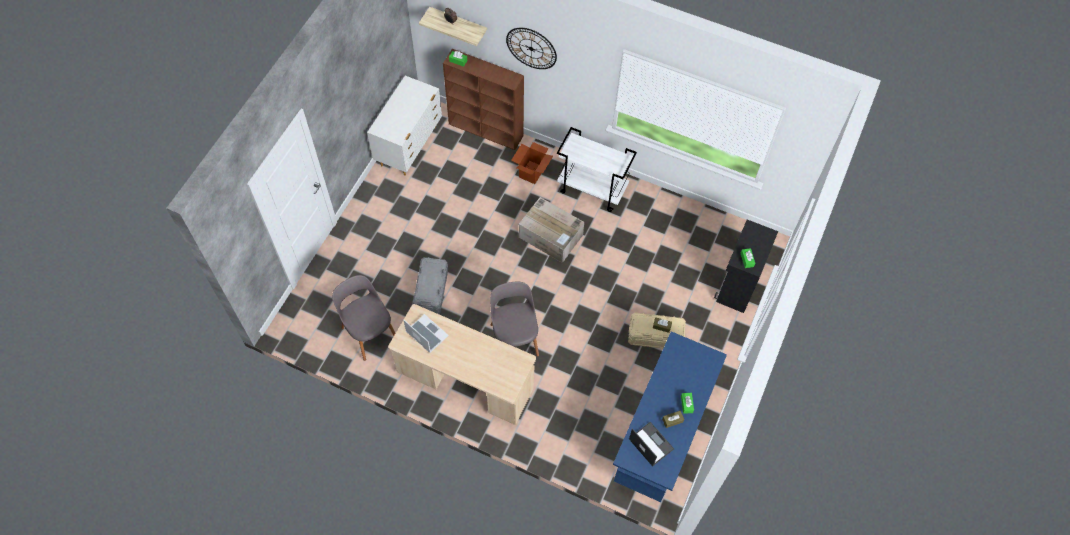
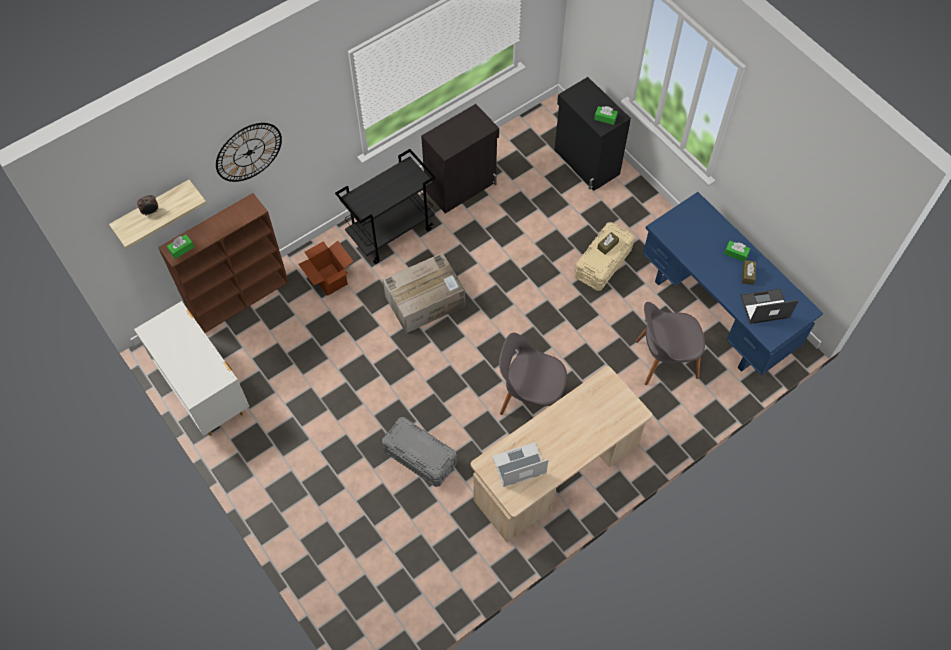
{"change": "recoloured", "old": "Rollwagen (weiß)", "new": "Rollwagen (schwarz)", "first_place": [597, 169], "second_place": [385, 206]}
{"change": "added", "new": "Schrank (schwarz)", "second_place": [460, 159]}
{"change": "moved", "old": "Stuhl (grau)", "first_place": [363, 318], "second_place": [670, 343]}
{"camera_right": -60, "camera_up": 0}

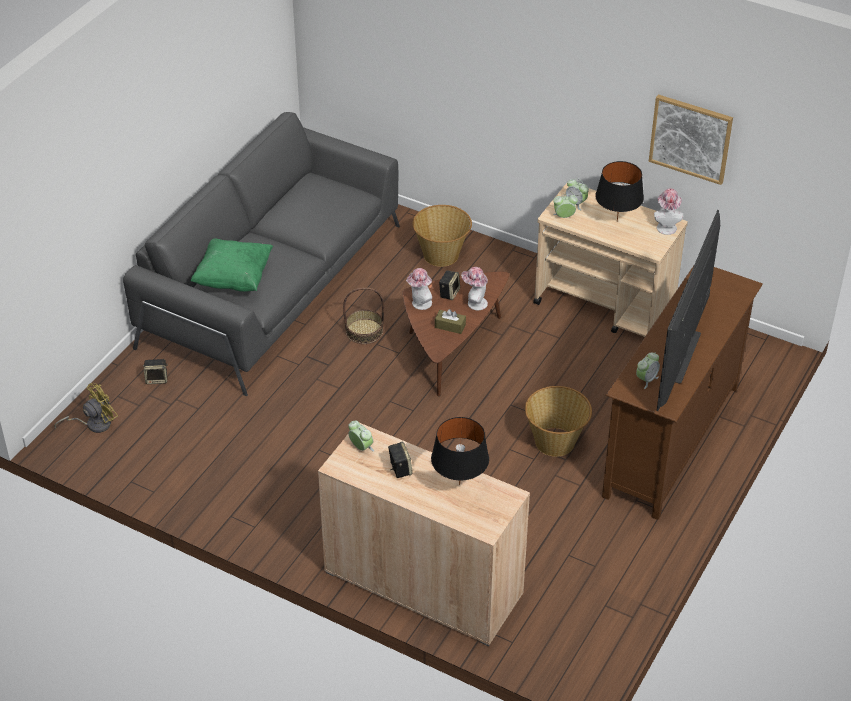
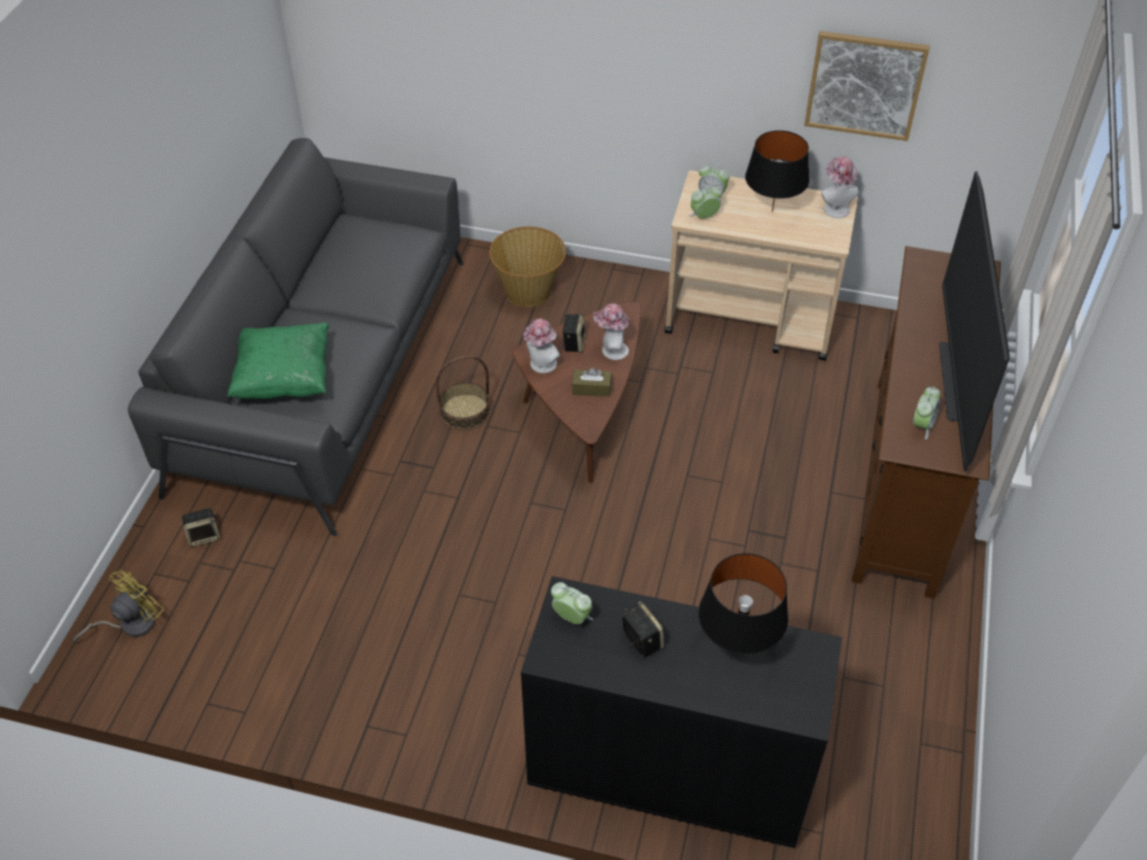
{"change": "recoloured", "old": "Schrank (beige)", "new": "Schrank (schwarz)", "first_place": [424, 534], "second_place": [681, 712]}
{"change": "removed", "old": "Korb", "first_place": [558, 421]}
{"camera_right": -15, "camera_up": 5}

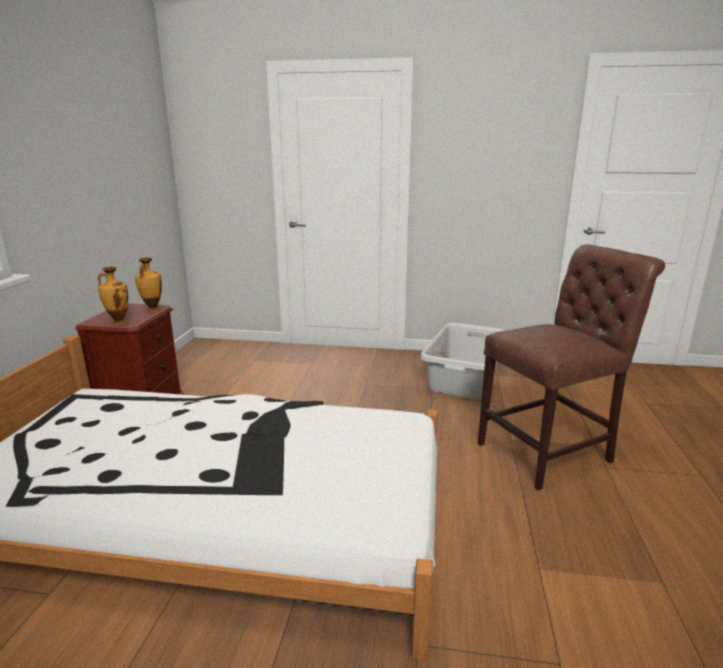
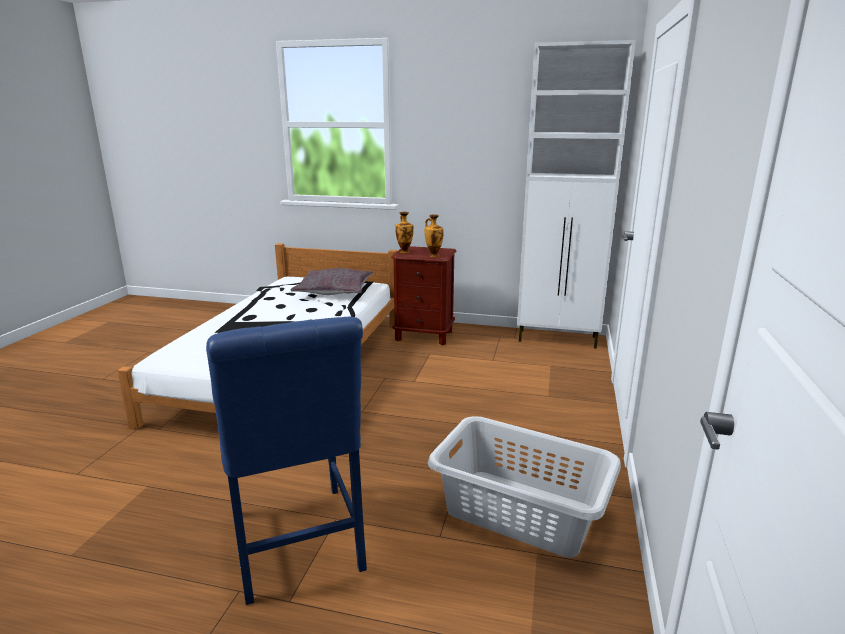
{"change": "recoloured", "old": "Stuhl (braun)", "new": "Stuhl (blau)", "first_place": [571, 367], "second_place": [286, 461]}
{"change": "added", "new": "Kissen (grau)", "second_place": [332, 281]}
{"change": "added", "new": "Schrank (weiß)", "second_place": [576, 194]}
{"camera_right": 95, "camera_up": 0}

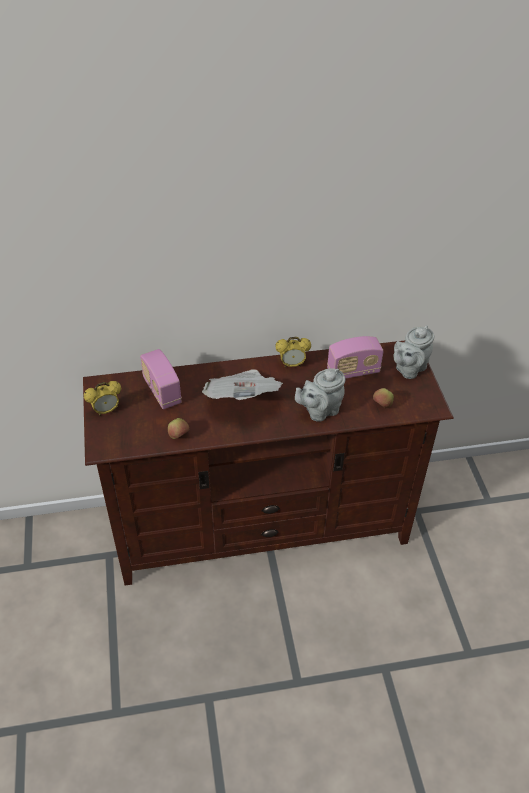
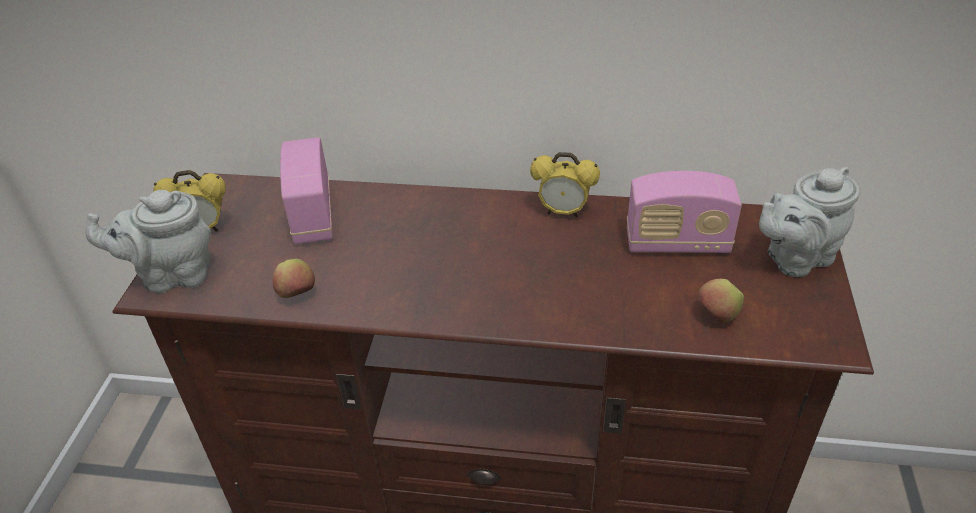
{"change": "moved", "old": "Teekanne (grau)", "first_place": [320, 395], "second_place": [148, 241]}
{"change": "removed", "old": "Zeitung", "first_place": [243, 385]}
{"camera_right": 20, "camera_up": -5}

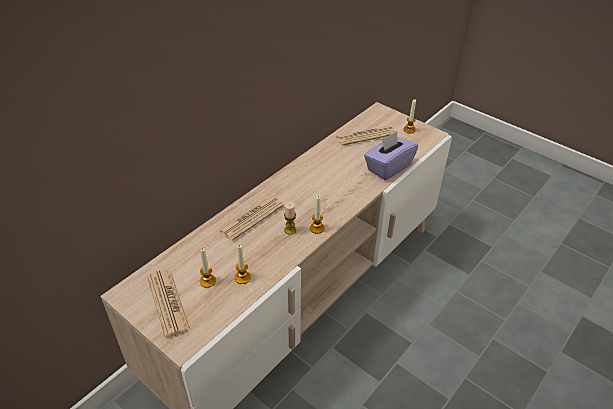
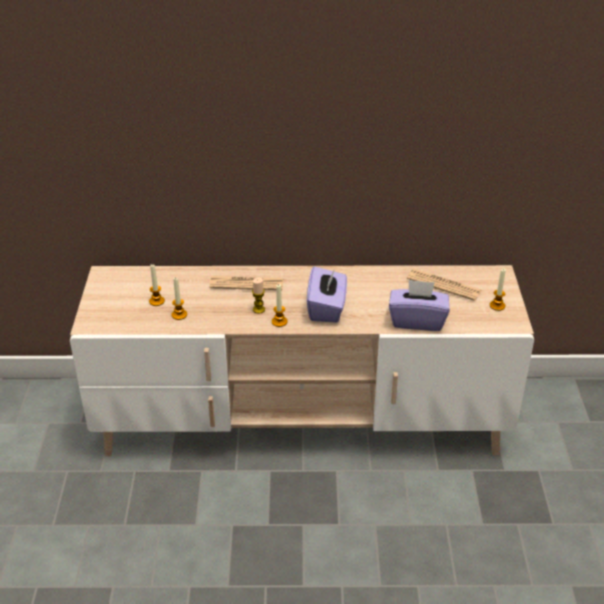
{"change": "added", "new": "Taschentuchbox (lila)", "second_place": [327, 294]}
{"change": "removed", "old": "Zeitung", "first_place": [168, 304]}
{"camera_right": 50, "camera_up": -5}

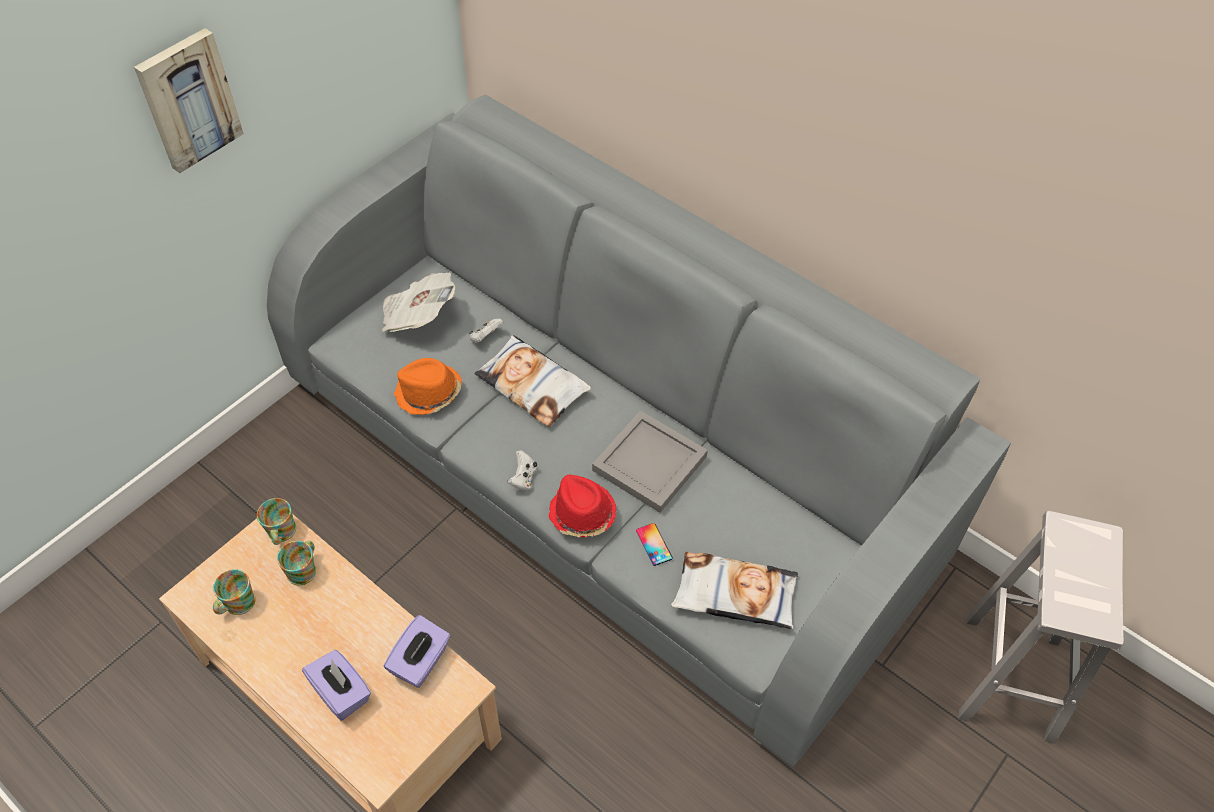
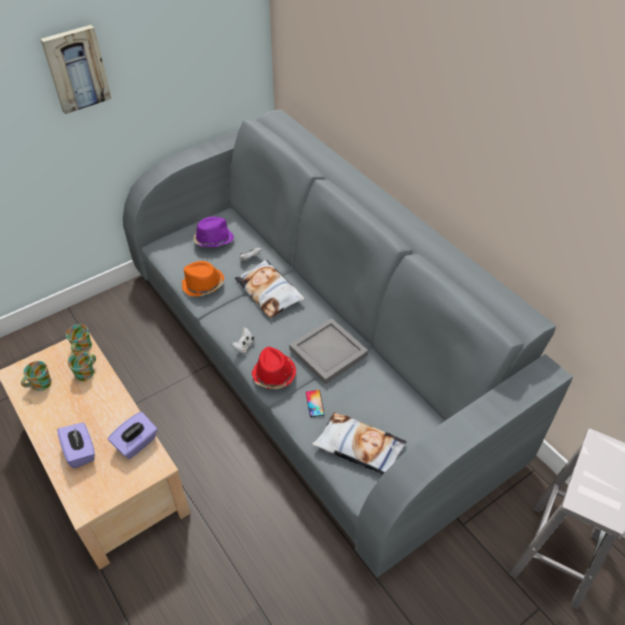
{"change": "replaced", "old": "Zeitung", "new": "Hut (lila)", "first_place": [418, 302], "second_place": [213, 232]}
{"camera_right": 15, "camera_up": -5}

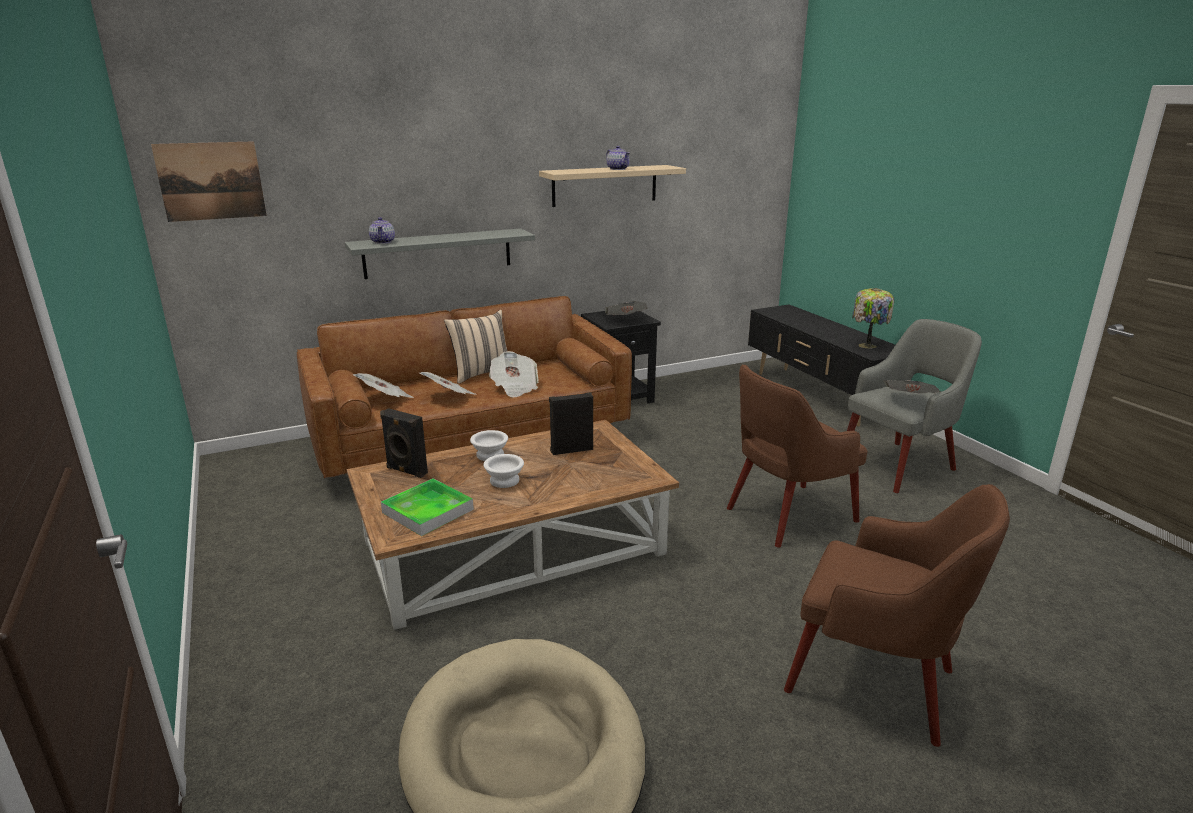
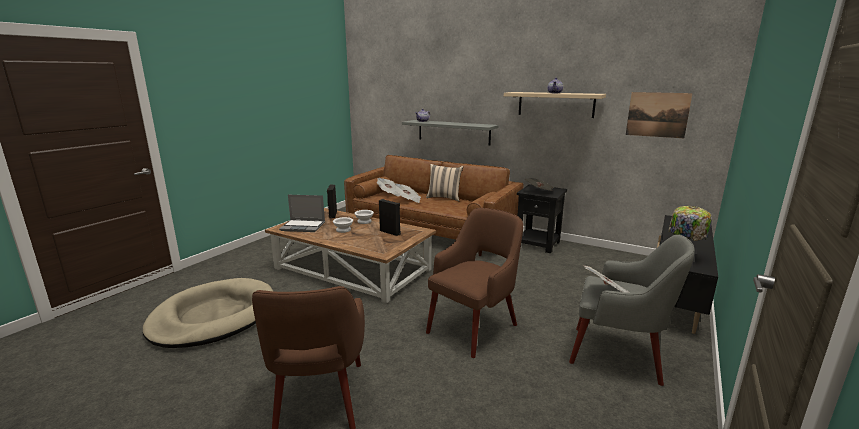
{"change": "replaced", "old": "Tablett", "new": "Laptop", "first_place": [427, 507], "second_place": [302, 213]}
{"change": "turned", "old": "Sessel (braun)", "first_place": [797, 456], "second_place": [474, 283], "degrees": 105}
{"change": "moved", "old": "Bild", "first_place": [209, 181], "second_place": [659, 115]}
{"change": "removed", "old": "Zeitung", "first_place": [513, 374]}
{"camera_right": 55, "camera_up": -5}

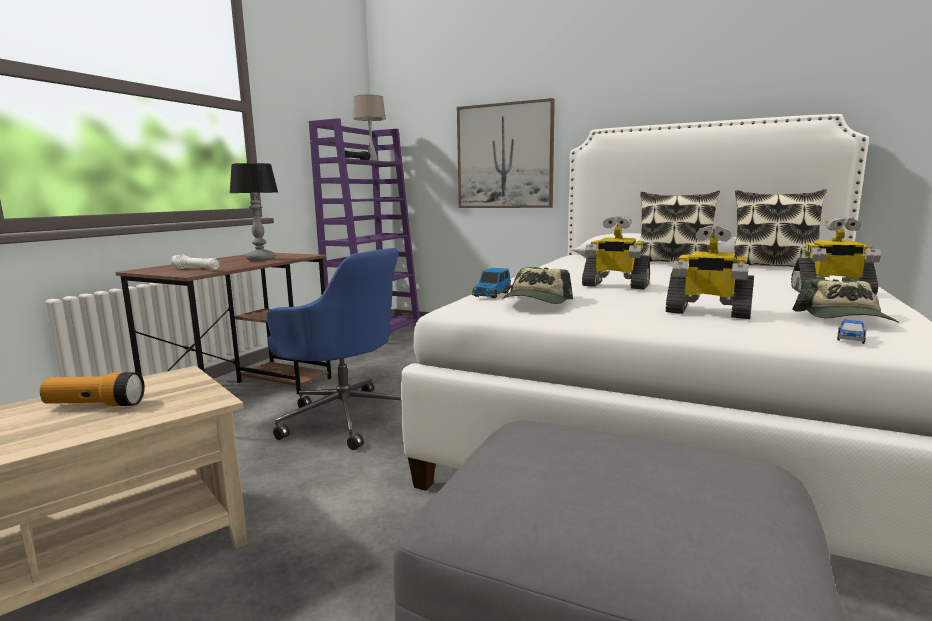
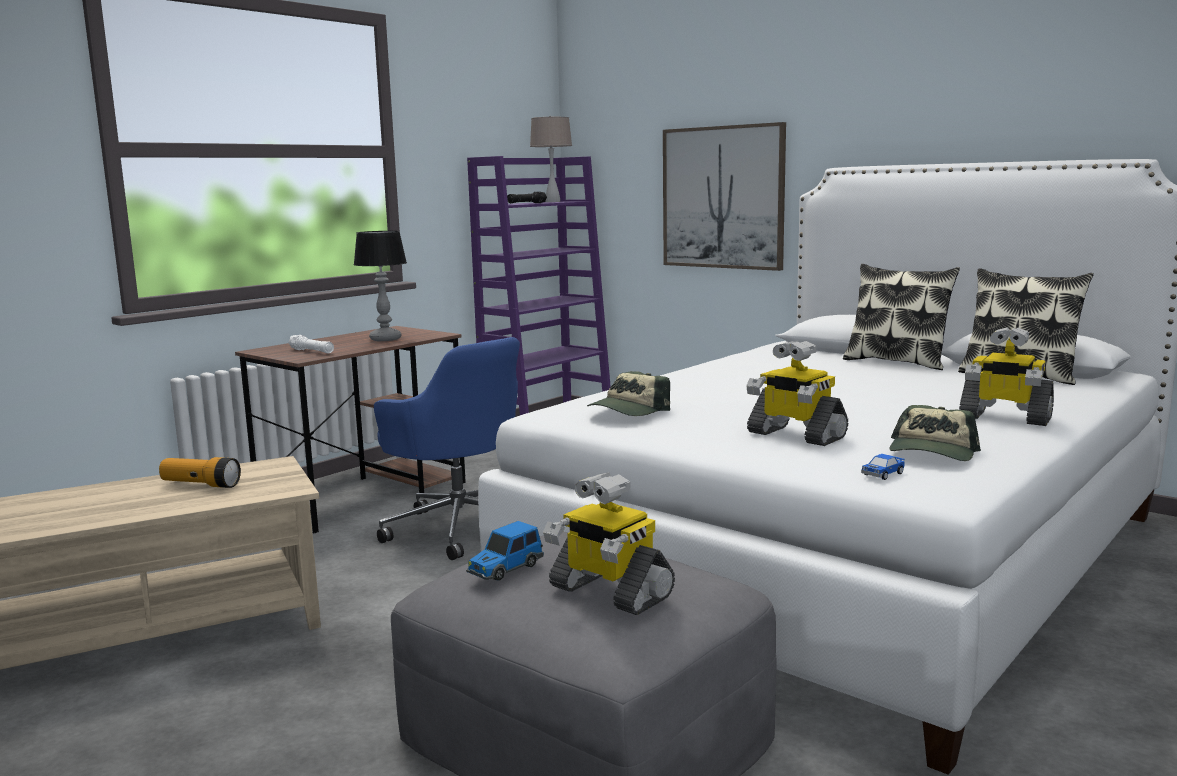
{"change": "moved", "old": "Spielzeugauto", "first_place": [492, 283], "second_place": [505, 551]}
{"change": "moved", "old": "Spielzeugroboter", "first_place": [616, 253], "second_place": [609, 543]}
{"camera_right": 15, "camera_up": 0}

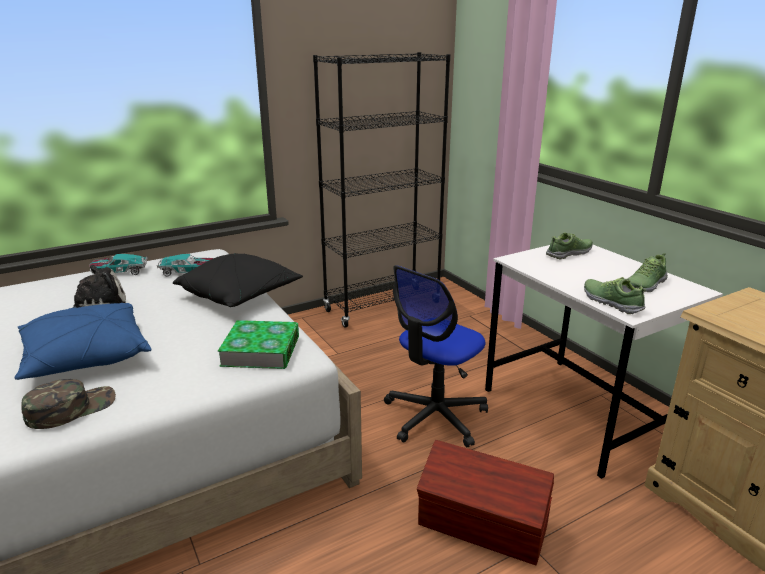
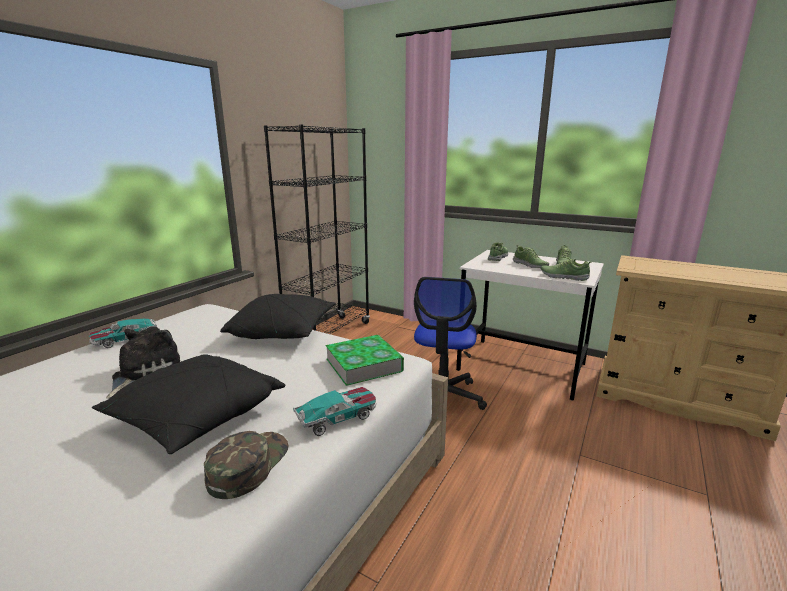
{"change": "recoloured", "old": "Kissen (blau)", "new": "Kissen (schwarz)", "first_place": [83, 341], "second_place": [189, 404]}
{"change": "moved", "old": "Spielzeugauto", "first_place": [185, 265], "second_place": [334, 411]}
{"change": "added", "new": "Schuh", "second_place": [531, 256]}
{"change": "removed", "old": "Aufbewahrungsbox (braun)", "first_place": [485, 502]}
{"camera_right": -30, "camera_up": -5}

